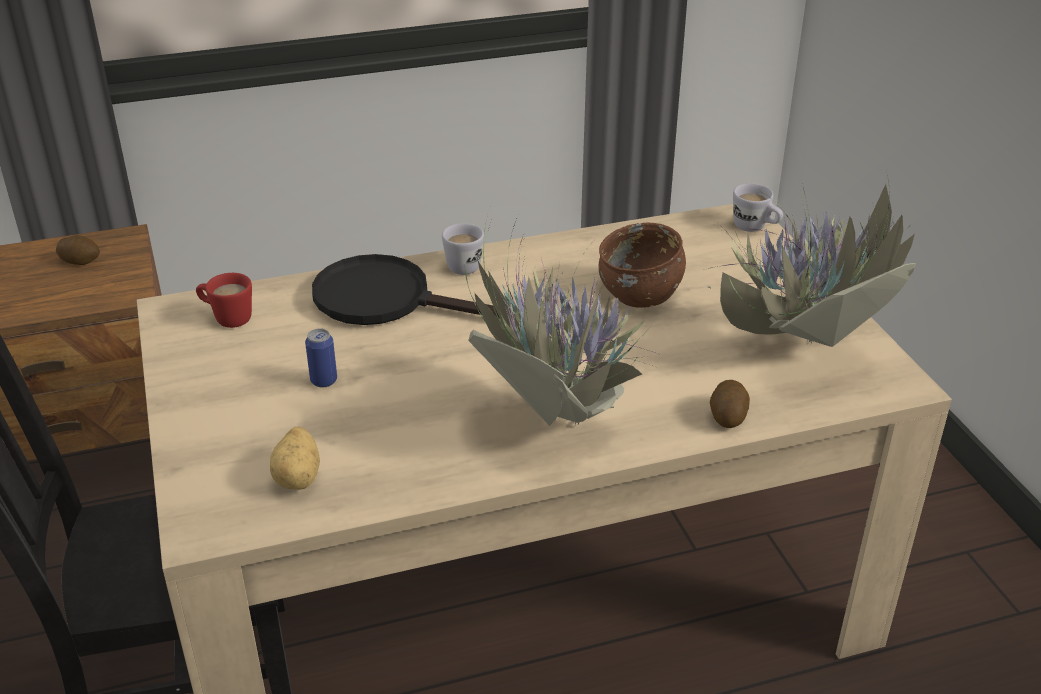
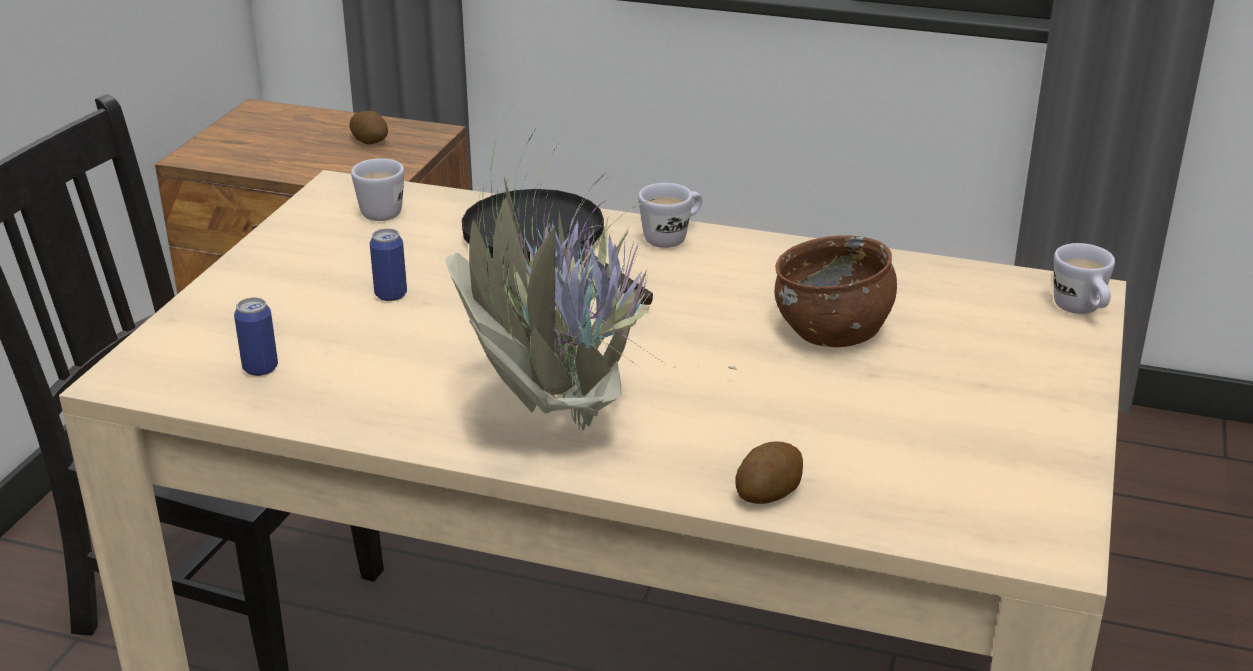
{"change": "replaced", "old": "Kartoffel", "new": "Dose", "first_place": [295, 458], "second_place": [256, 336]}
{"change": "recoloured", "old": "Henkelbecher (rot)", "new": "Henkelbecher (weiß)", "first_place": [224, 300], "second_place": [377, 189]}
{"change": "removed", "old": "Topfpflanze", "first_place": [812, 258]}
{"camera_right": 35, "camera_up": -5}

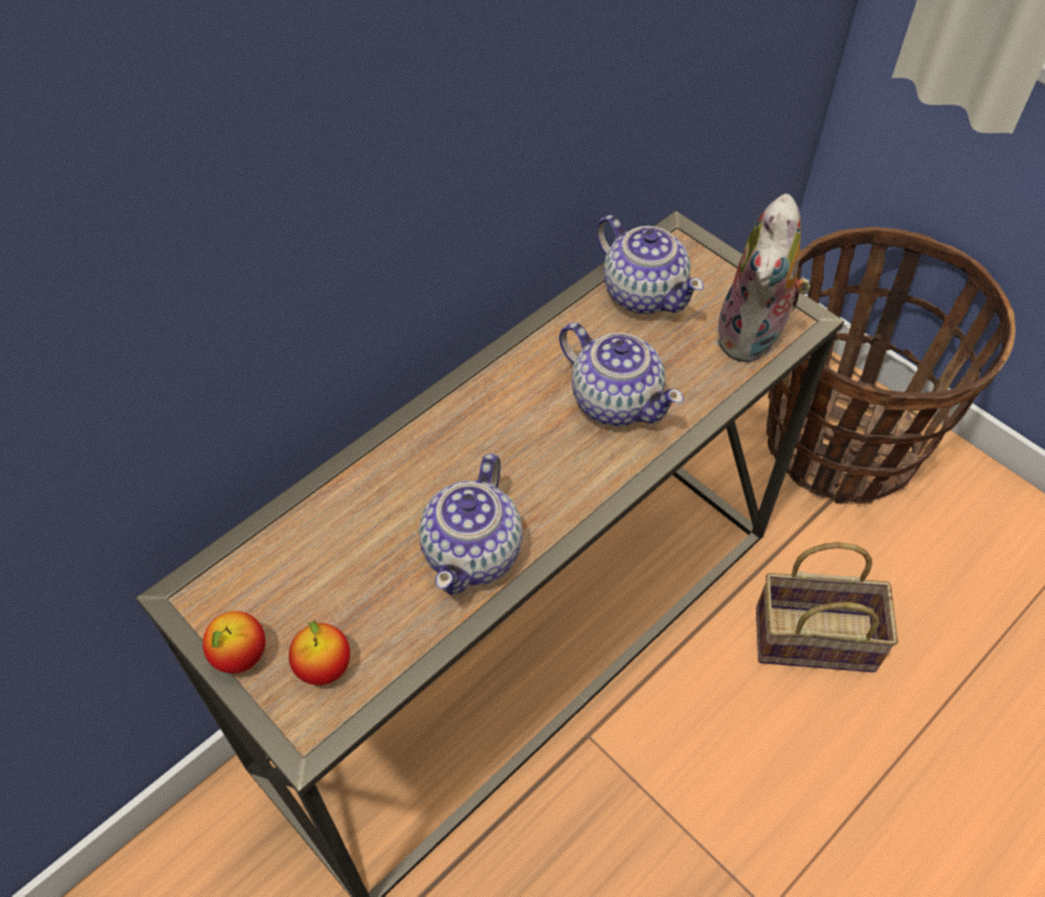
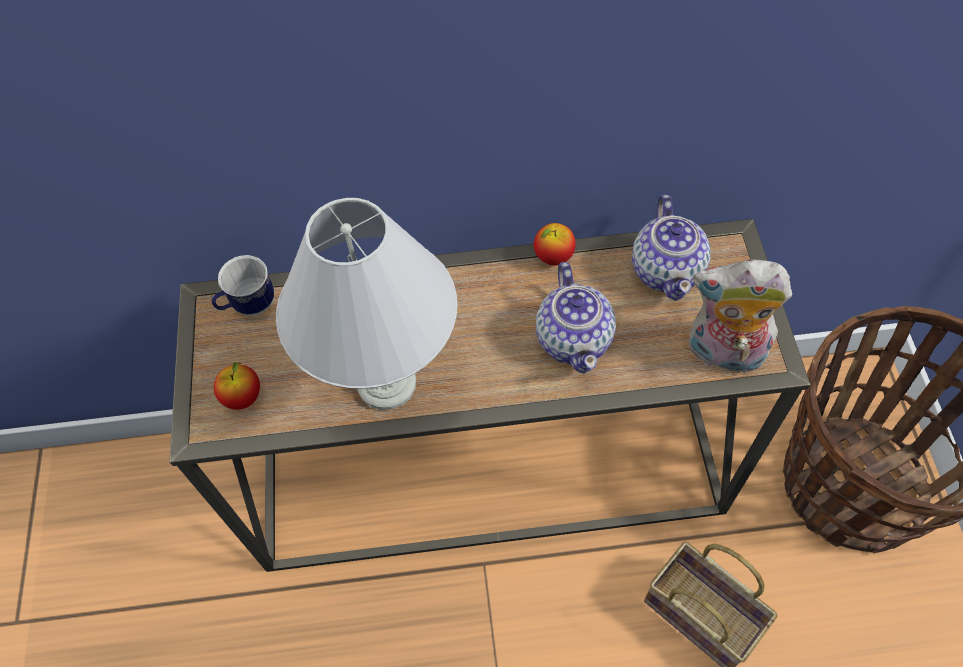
{"change": "added", "new": "Henkelbecher", "second_place": [243, 285]}
{"change": "replaced", "old": "Teekanne", "new": "Tischlampe (weiß)", "first_place": [471, 524], "second_place": [367, 304]}
{"change": "moved", "old": "Apfel", "first_place": [234, 642], "second_place": [555, 244]}
{"change": "turned", "old": "Plüschtier", "first_place": [763, 278], "second_place": [740, 316], "degrees": 45}
{"camera_right": 40, "camera_up": 5}

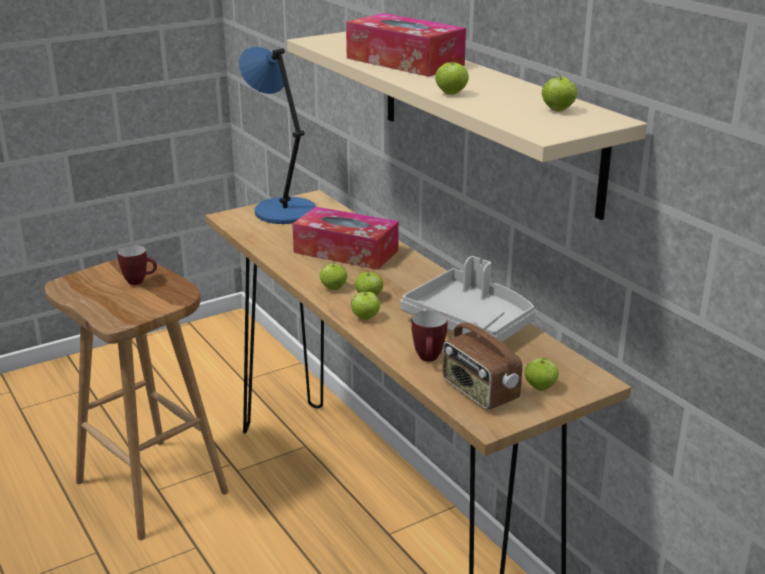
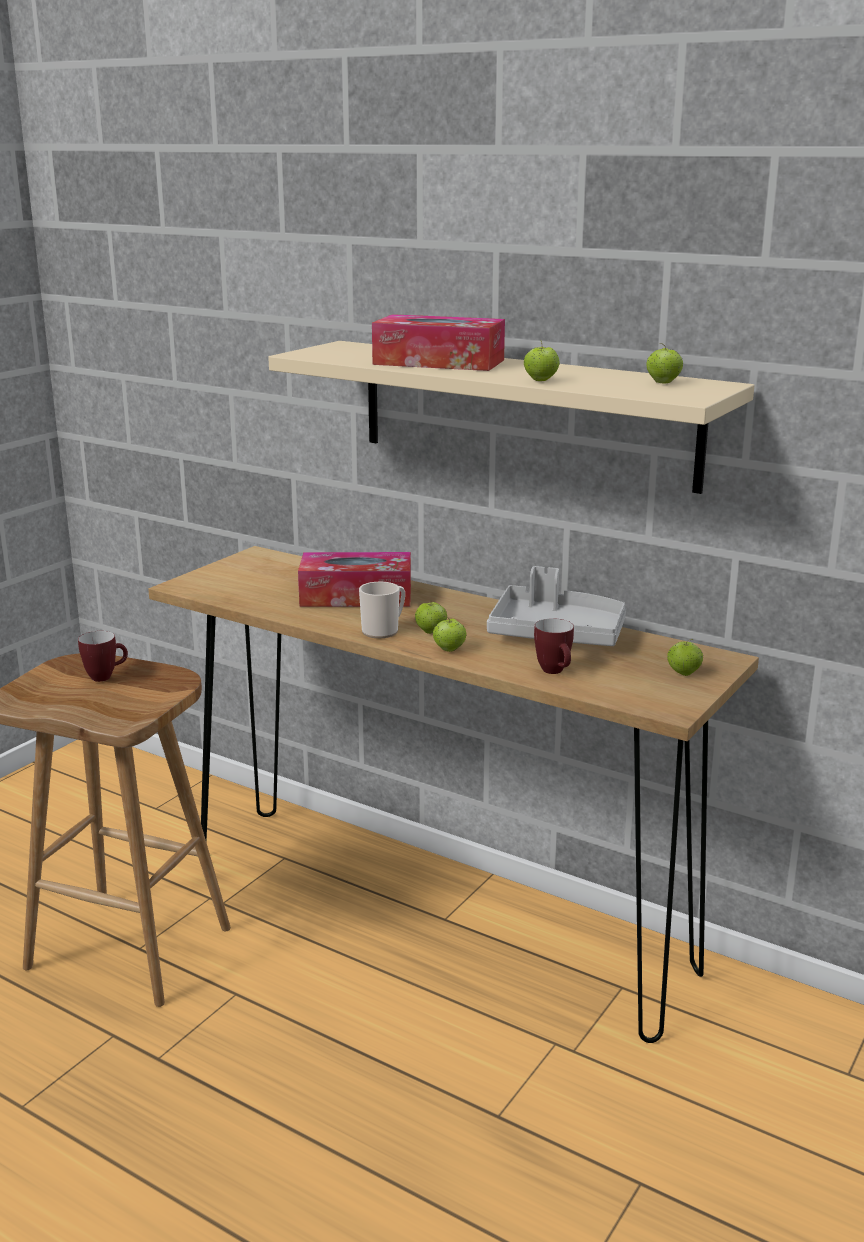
{"change": "replaced", "old": "Apfel", "new": "Henkelbecher", "first_place": [333, 275], "second_place": [382, 610]}
{"change": "removed", "old": "Tischlampe (blau)", "first_place": [277, 135]}
{"change": "removed", "old": "Radio", "first_place": [482, 361]}
{"camera_right": -25, "camera_up": -5}

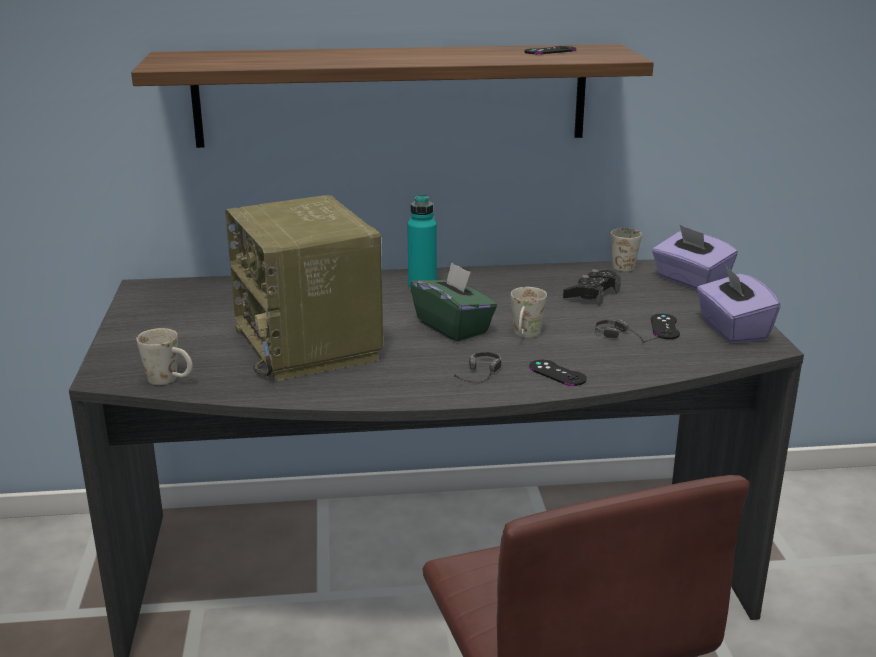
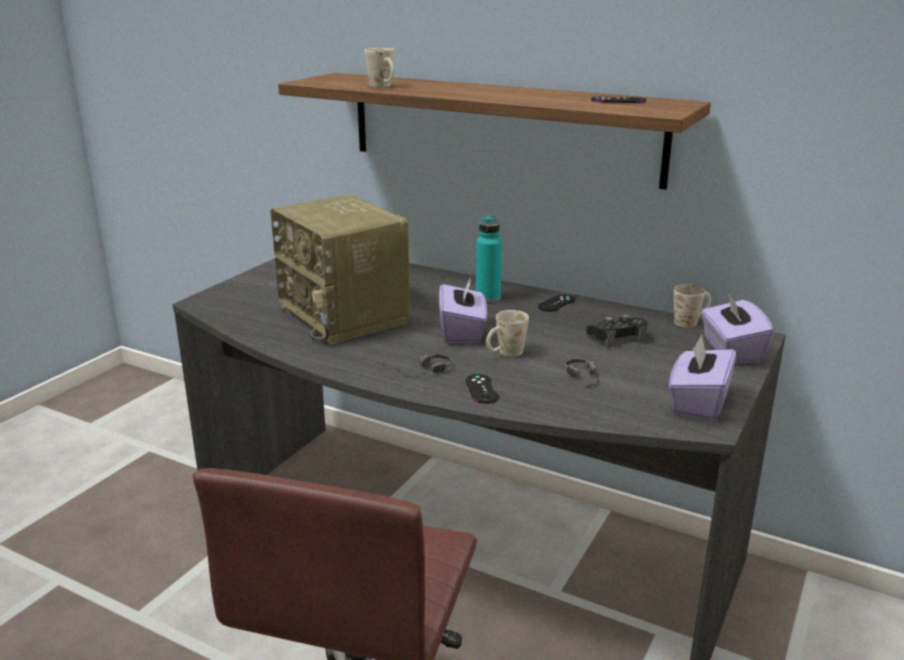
{"change": "turned", "old": "Radio", "first_place": [304, 288], "second_place": [340, 270], "degrees": -45}
{"change": "moved", "old": "Henkelbecher (weiß)", "first_place": [164, 356], "second_place": [379, 68]}
{"change": "recoloured", "old": "Taschentuchbox (grün)", "new": "Taschentuchbox (lila)", "first_place": [453, 302], "second_place": [463, 309]}
{"change": "moved", "old": "Gamepad (schwarz)", "first_place": [665, 326], "second_place": [556, 303]}
{"camera_right": 35, "camera_up": 0}

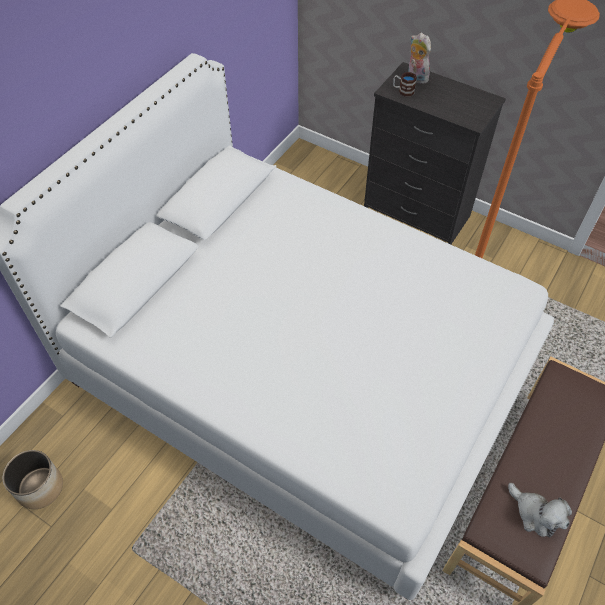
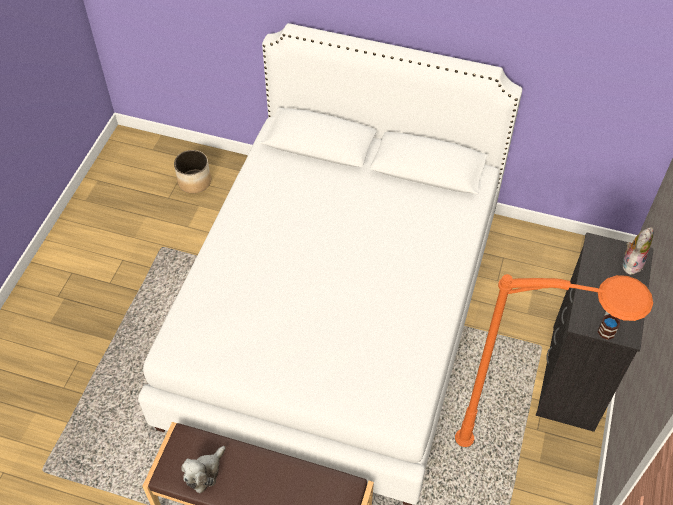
{"change": "moved", "old": "Henkelbecher", "first_place": [405, 84], "second_place": [609, 325]}
{"camera_right": 75, "camera_up": 0}

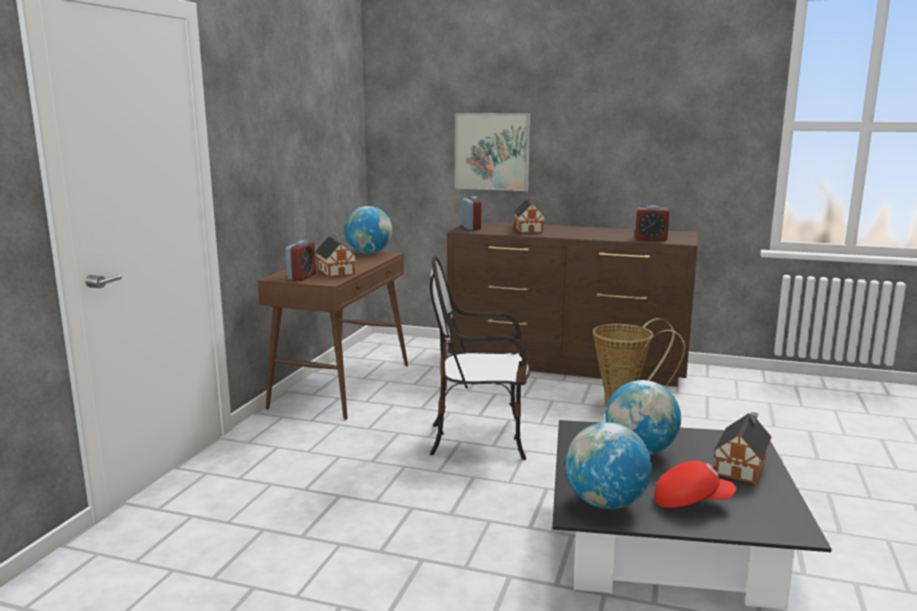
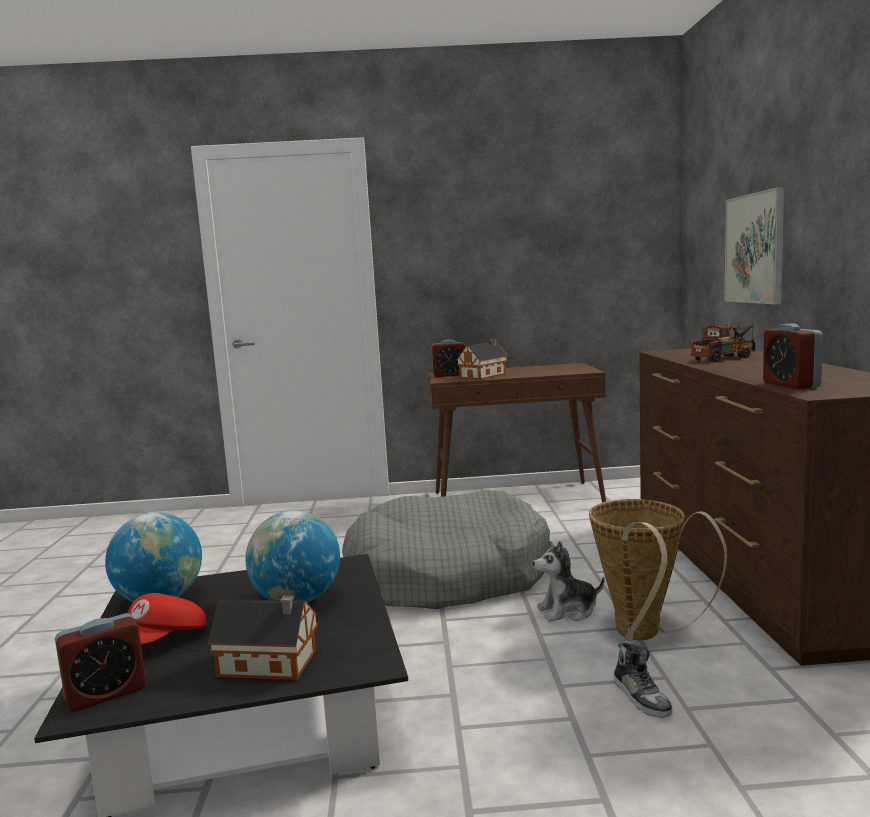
{"change": "moved", "old": "Wecker", "first_place": [471, 213], "second_place": [100, 662]}
{"change": "turned", "old": "Kappe (rot)", "first_place": [695, 484], "second_place": [167, 618], "degrees": 45}
{"change": "replaced", "old": "Stuhl", "new": "Hundebett (grau)", "first_place": [480, 358], "second_place": [446, 549]}
{"change": "added", "new": "Plüschtier", "second_place": [568, 581]}
{"change": "added", "new": "Schuh", "second_place": [643, 680]}
{"change": "replaced", "old": "Spielzeughaus", "new": "Spielzeuglaster", "first_place": [529, 215], "second_place": [722, 343]}
{"change": "removed", "old": "Globus", "first_place": [368, 230]}
{"camera_right": 70, "camera_up": -5}

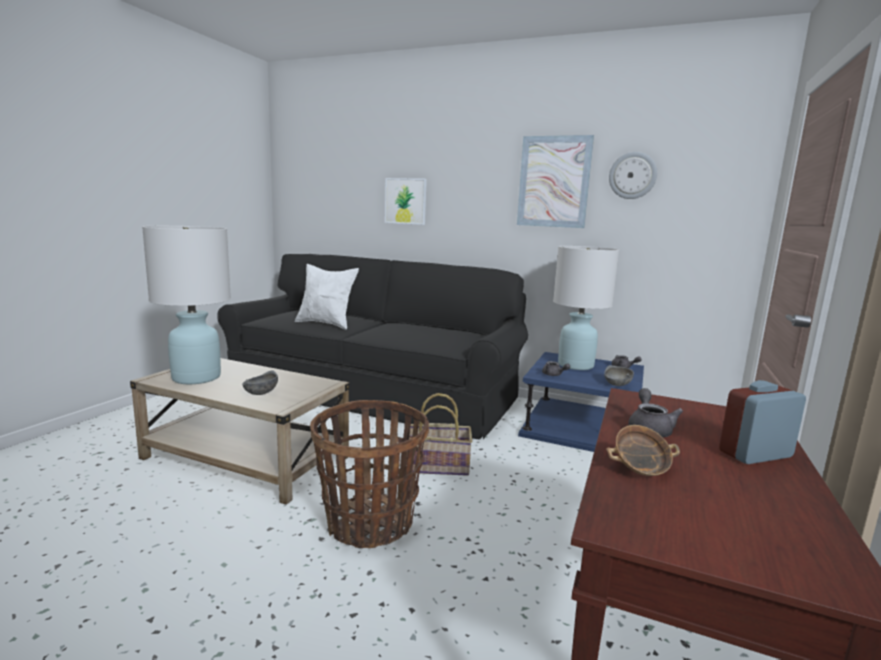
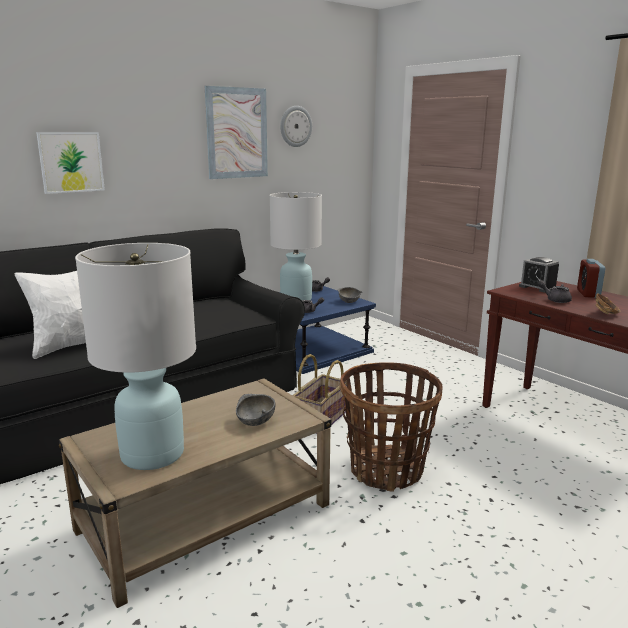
{"change": "added", "new": "Wecker", "second_place": [539, 275]}
{"camera_right": -60, "camera_up": 5}

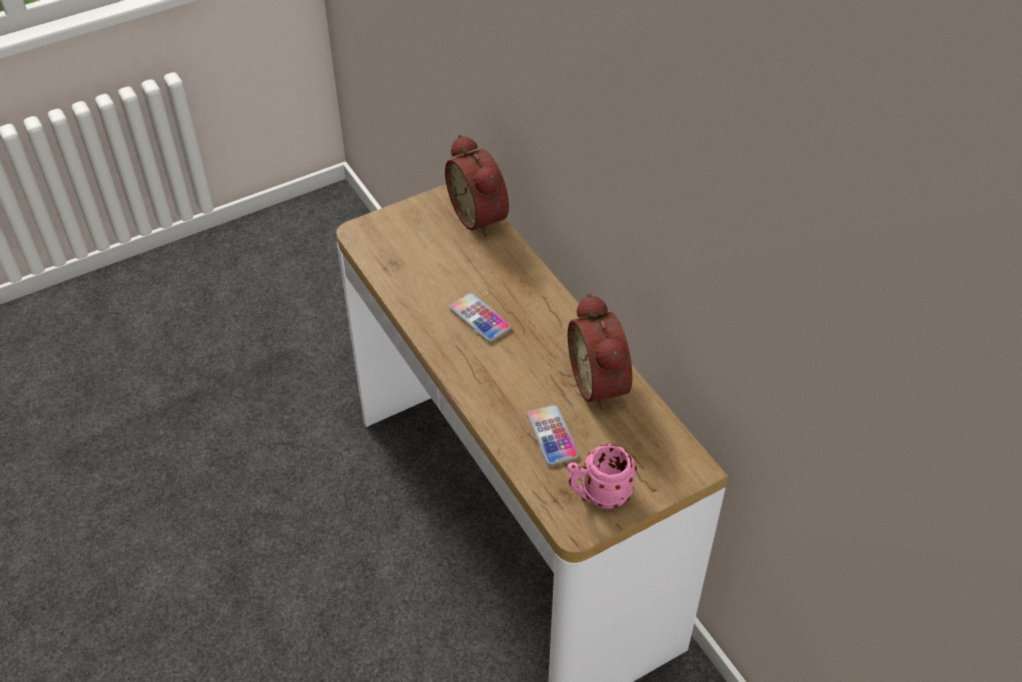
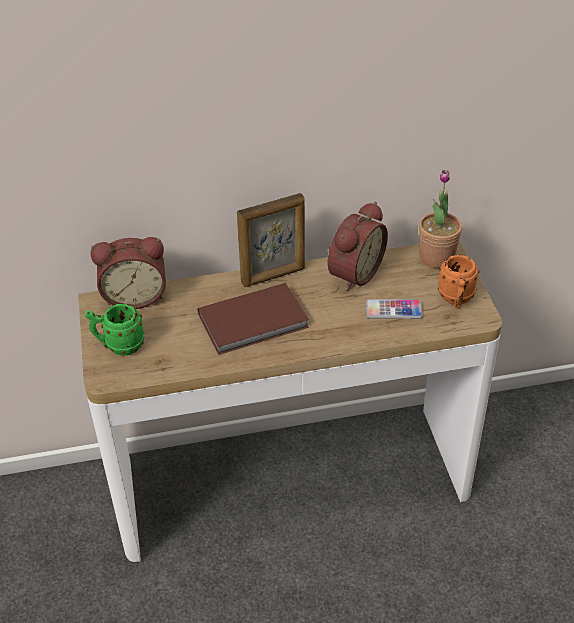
{"change": "added", "new": "Henkelbecher (grün)", "second_place": [114, 330]}
{"change": "replaced", "old": "Handy", "new": "Buch (braun)", "first_place": [480, 317], "second_place": [253, 319]}
{"change": "added", "new": "Bilderrahmen", "second_place": [271, 240]}
{"change": "turned", "old": "Wecker", "first_place": [600, 351], "second_place": [358, 246], "degrees": -60}
{"change": "added", "new": "Topfpflanze", "second_place": [440, 219]}
{"change": "recoloured", "old": "Henkelbecher (rosa)", "new": "Henkelbecher (orange)", "first_place": [602, 476], "second_place": [458, 282]}
{"camera_right": -70, "camera_up": -5}

